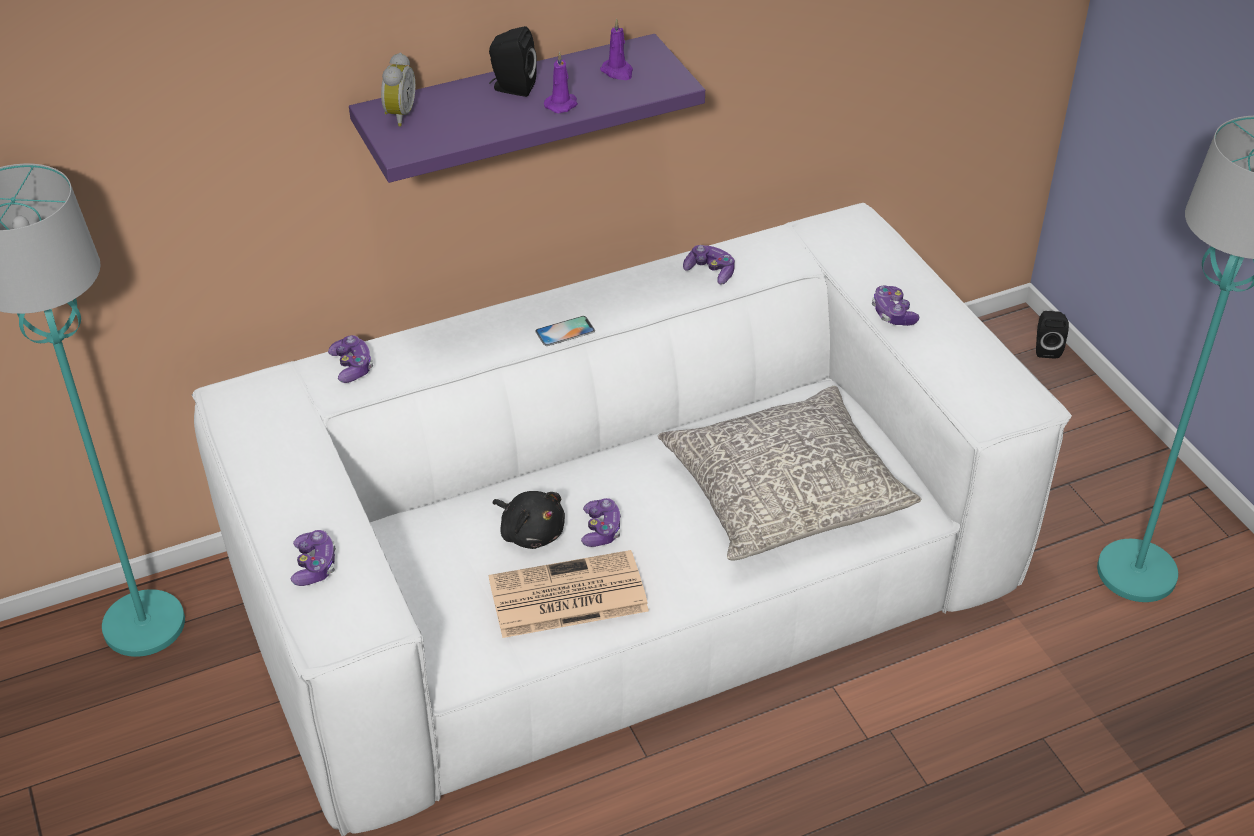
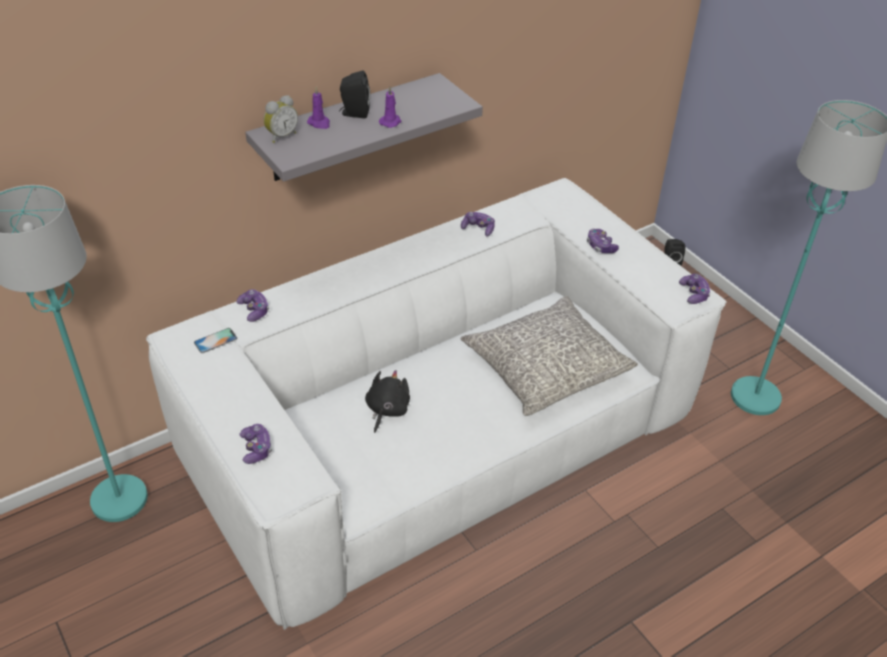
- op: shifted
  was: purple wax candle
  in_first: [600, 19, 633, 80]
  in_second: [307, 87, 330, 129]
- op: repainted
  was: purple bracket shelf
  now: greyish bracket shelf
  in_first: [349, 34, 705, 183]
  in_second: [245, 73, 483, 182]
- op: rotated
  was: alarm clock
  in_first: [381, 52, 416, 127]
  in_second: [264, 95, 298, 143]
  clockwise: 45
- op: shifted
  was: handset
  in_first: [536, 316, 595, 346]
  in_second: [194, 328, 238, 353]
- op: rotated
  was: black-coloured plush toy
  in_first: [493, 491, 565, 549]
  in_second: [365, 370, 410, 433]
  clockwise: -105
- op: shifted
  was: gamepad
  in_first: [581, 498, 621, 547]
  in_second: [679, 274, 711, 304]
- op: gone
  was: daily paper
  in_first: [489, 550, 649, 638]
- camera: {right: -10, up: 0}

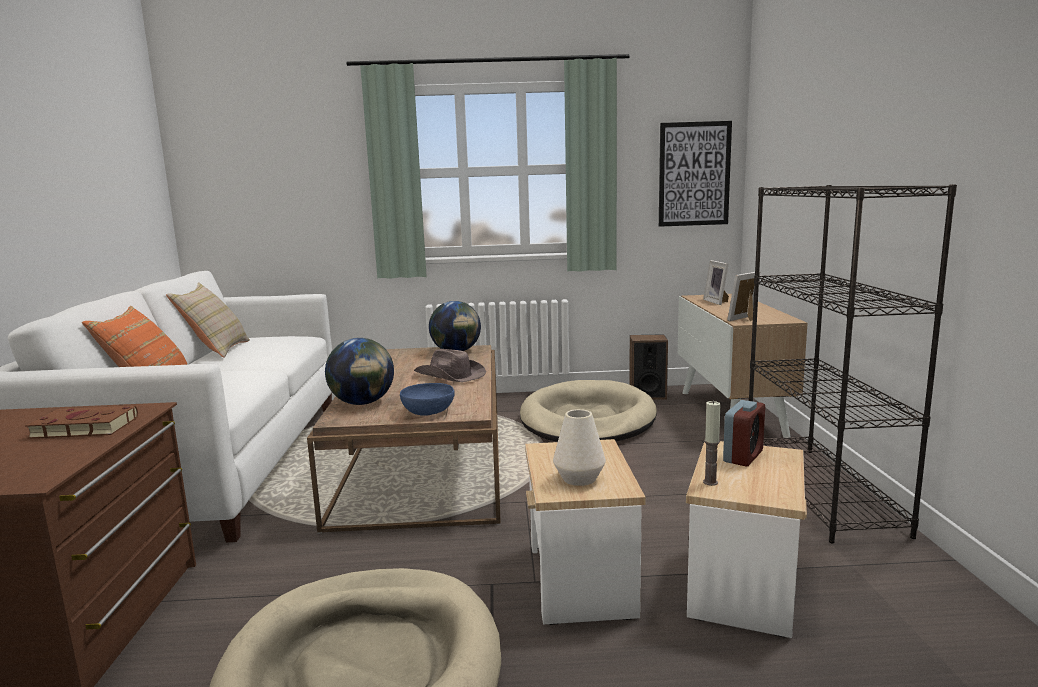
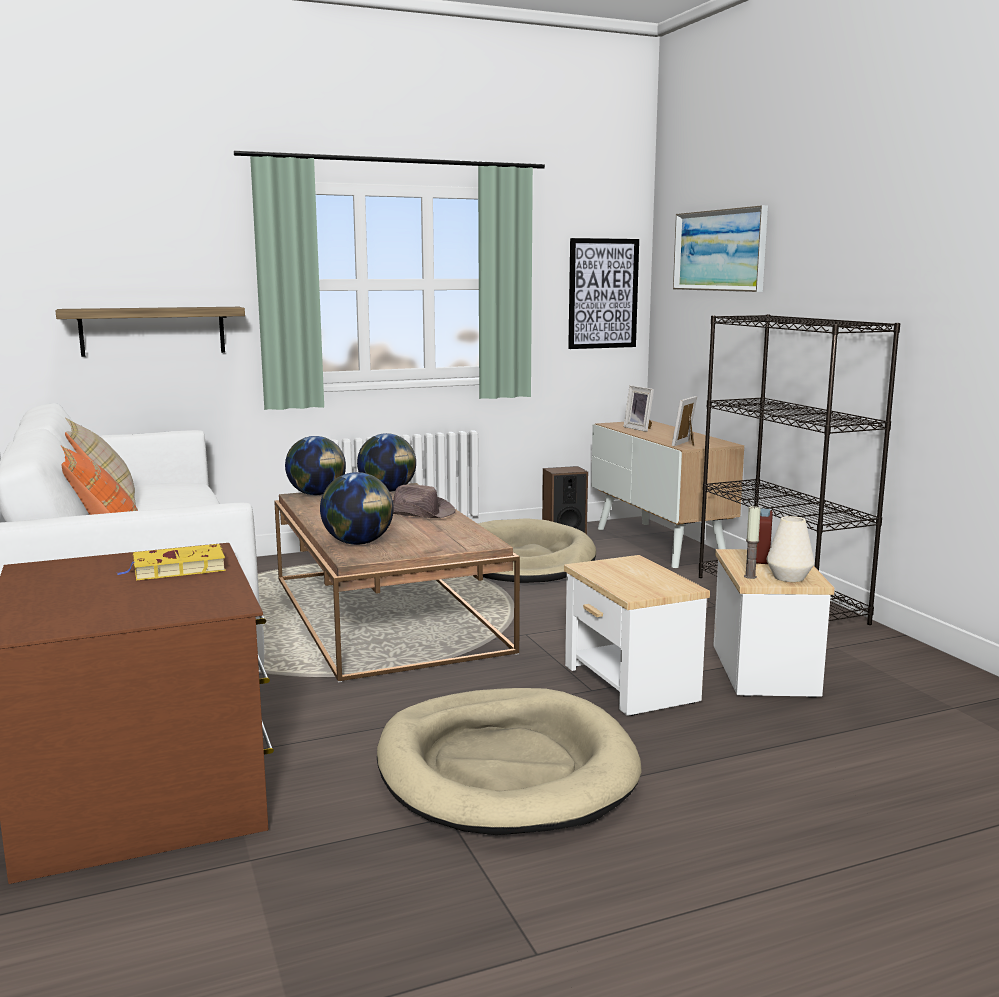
- op: gone
  was: blue-coloured bowl
  in_first: [400, 383, 454, 416]
- op: repainted
  was: brown-coloured book
  now: yellowish book
  in_first: [25, 406, 138, 439]
  in_second: [117, 544, 226, 580]
- op: shifted
  was: white-coloured decorative vase
  in_first: [553, 409, 606, 486]
  in_second: [766, 516, 815, 582]
- op: new
  now: wall picture
  in_second: [673, 205, 768, 292]
- op: new
  now: bracket shelf
  in_second: [56, 307, 245, 357]
- op: new
  now: globe
  in_second: [285, 436, 346, 495]
- camera: {right: -20, up: 0}

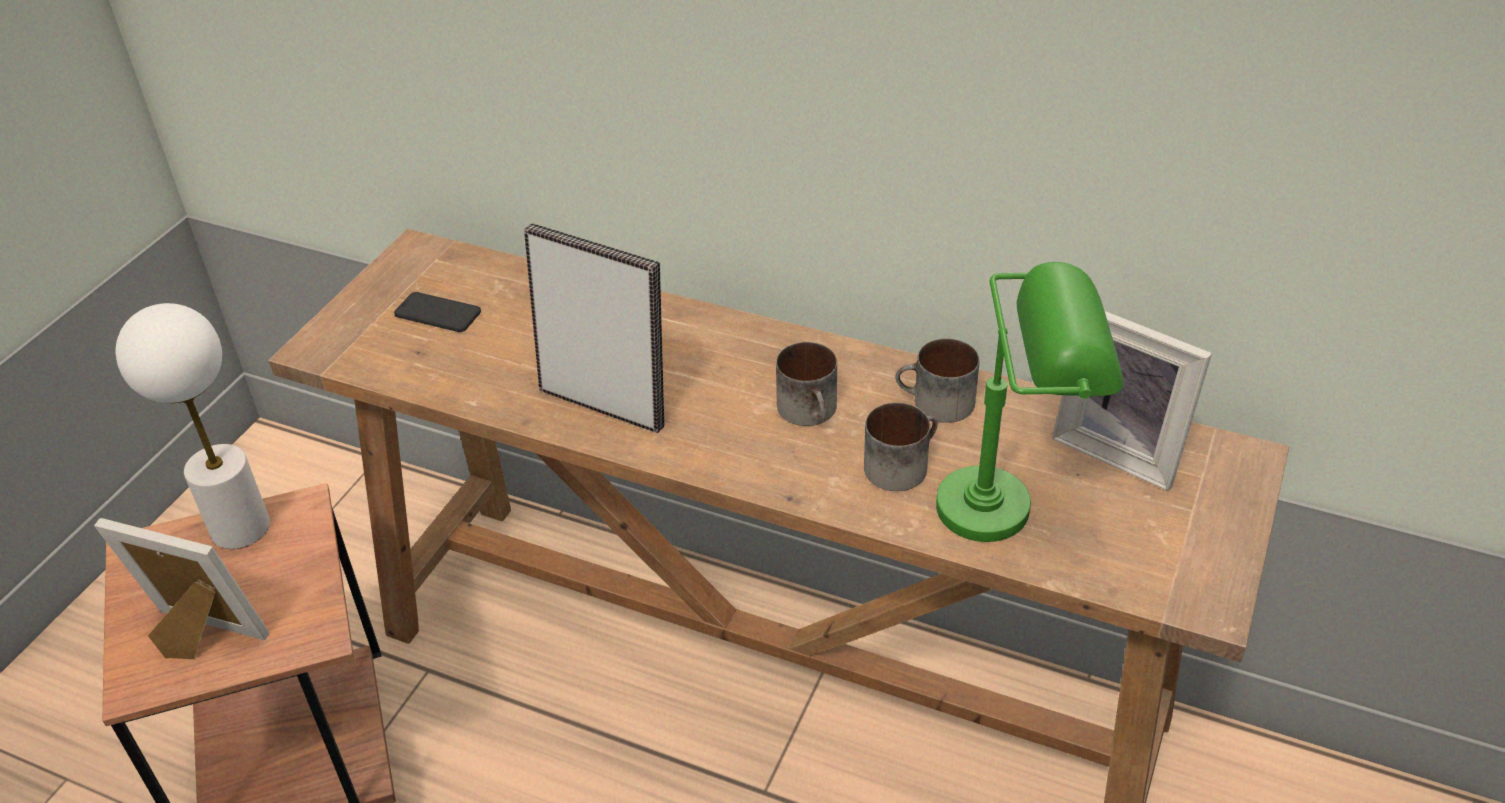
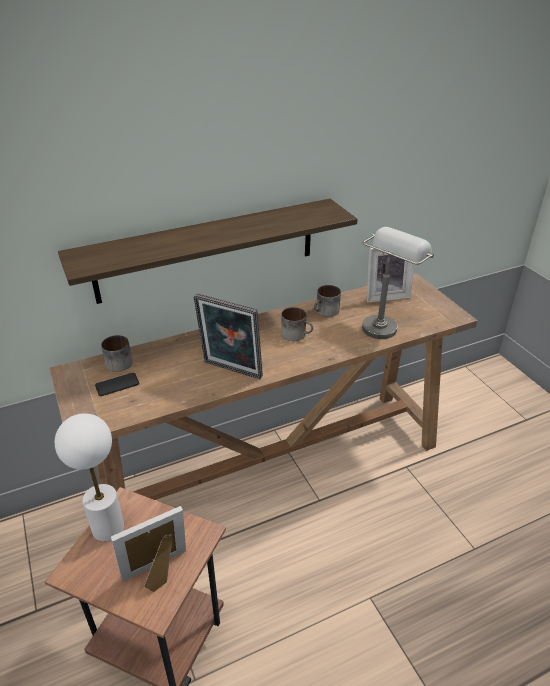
- op: rotated
  was: picture frame
  in_first: [524, 223, 664, 433]
  in_second: [194, 293, 263, 379]
  clockwise: -135
- op: repainted
  was: greenish lamp for a table
  now: greyish lamp for a table
  in_first: [936, 262, 1123, 542]
  in_second: [362, 227, 434, 339]
- op: shifted
  was: coffee mug
  in_first: [864, 402, 938, 491]
  in_second: [101, 335, 132, 372]
- op: new
  now: bracket shelf
  in_second: [58, 199, 358, 304]
- camera: {right: -50, up: -5}

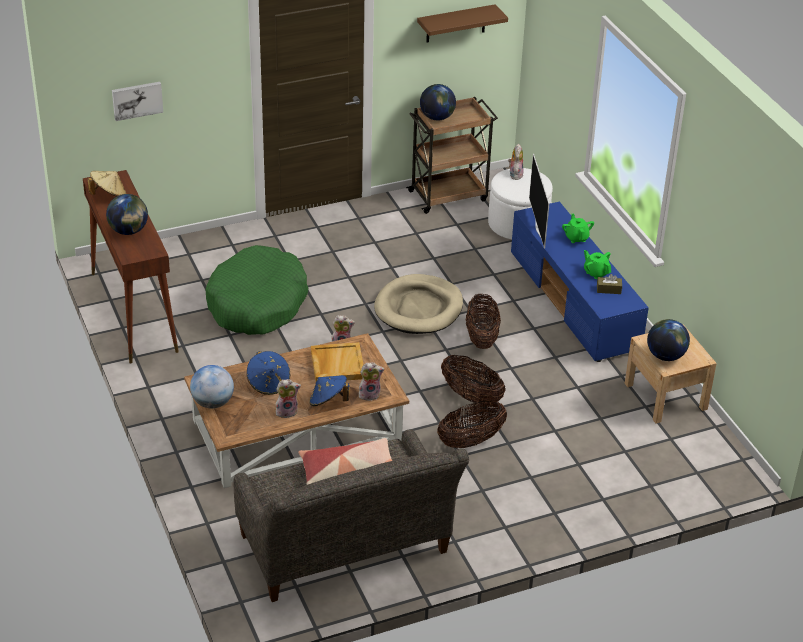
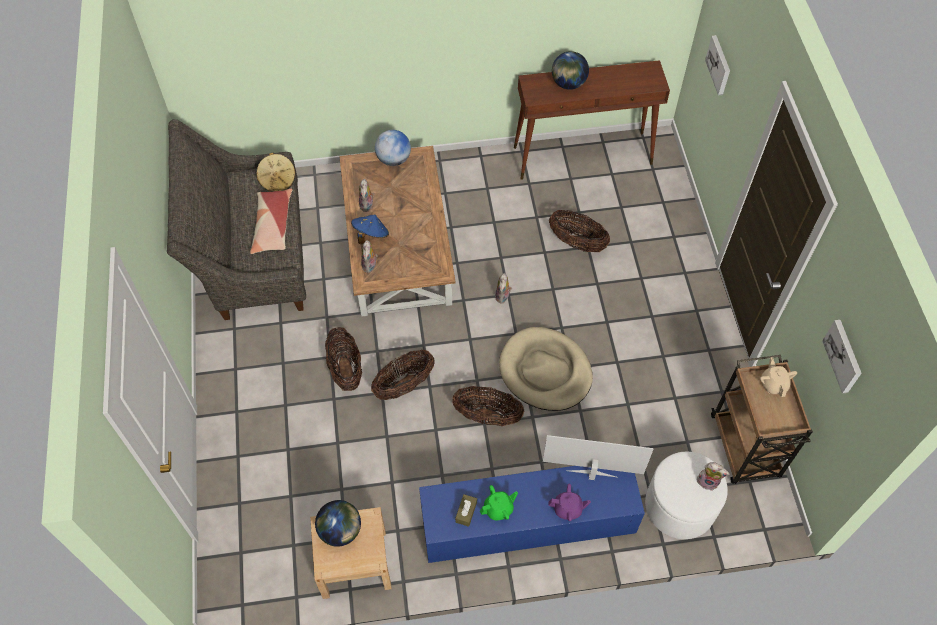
- op: swapped
  was: brown-coloured bracket shelf
  now: wall picture
  in_first: [417, 4, 508, 43]
  in_second: [822, 320, 862, 394]
- op: swapped
  was: globe
  now: sand-coloured tea pot
  in_first: [420, 84, 456, 120]
  in_second: [760, 357, 797, 397]
- op: shifted
  was: sand-coloured wearable hat
  in_first: [88, 171, 126, 197]
  in_second: [256, 153, 296, 192]
- op: repainted
  was: greenish tea pot
  now: purple tea pot
  in_first: [562, 214, 594, 243]
  in_second: [548, 484, 591, 521]
- op: swapped
  was: greenish dog cushion
  now: household basket
  in_first: [205, 245, 308, 335]
  in_second: [549, 210, 610, 252]
- op: gone
  was: sand-coloured carrying tray
  in_first: [311, 342, 364, 382]
- op: gone
  was: blue-coloured wearable hat
  in_first: [247, 351, 290, 395]
- camera: {right: 105, up: 20}

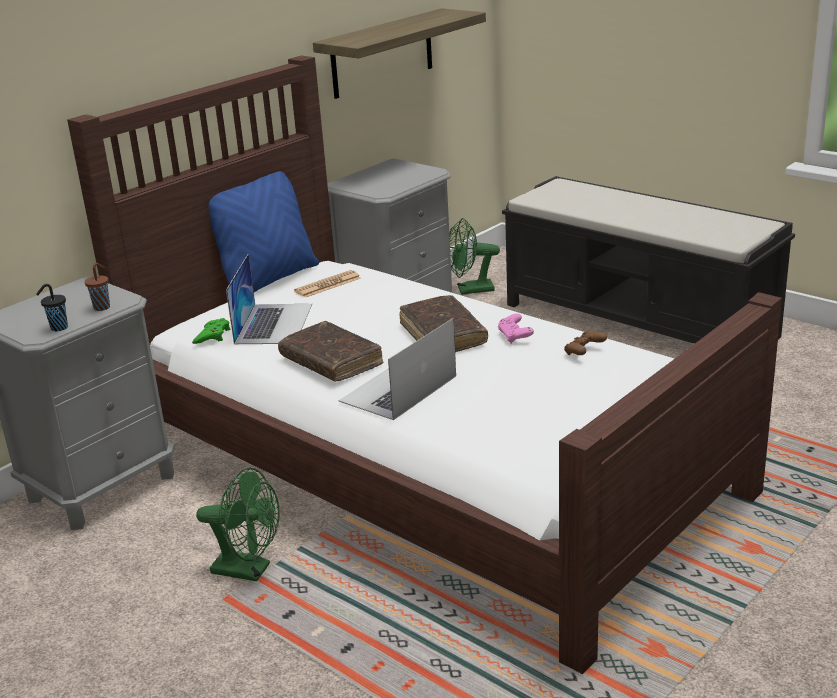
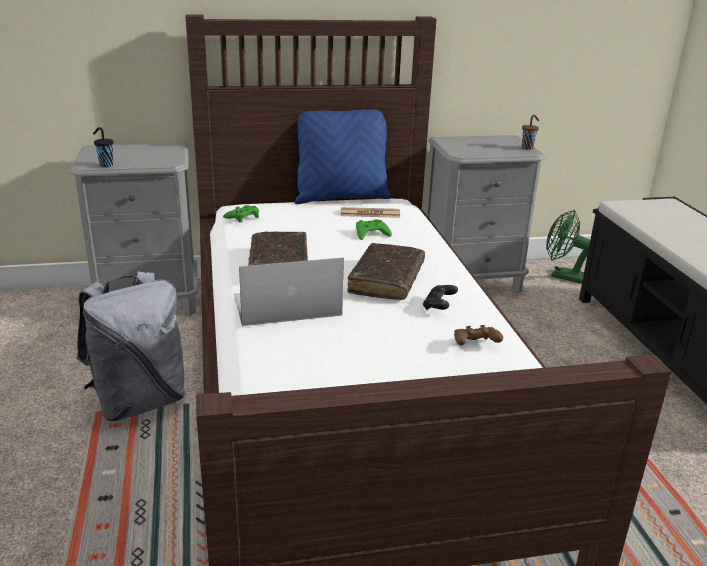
- op: gone
  was: bracket shelf
  in_first: [313, 8, 486, 99]
- op: gone
  was: portable computer
  in_first: [226, 254, 312, 344]
- op: shifted
  was: brown-coloured small cup
  in_first: [85, 263, 110, 311]
  in_second: [522, 115, 539, 150]
- op: repainted
  was: pink-coloured gamepad
  now: black-coloured gamepad
  in_first: [498, 314, 534, 344]
  in_second: [423, 285, 458, 310]
- op: swapped
  was: greenish fan
  now: greyish backpack
  in_first: [196, 468, 280, 581]
  in_second: [77, 271, 186, 421]
- op: new
  now: greenish gamepad
  in_second: [356, 219, 392, 240]
- camera: {right: 35, up: 0}

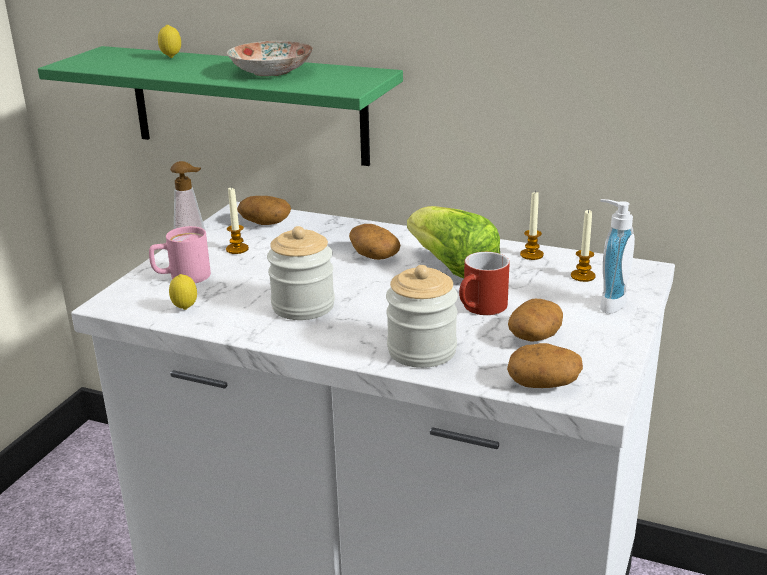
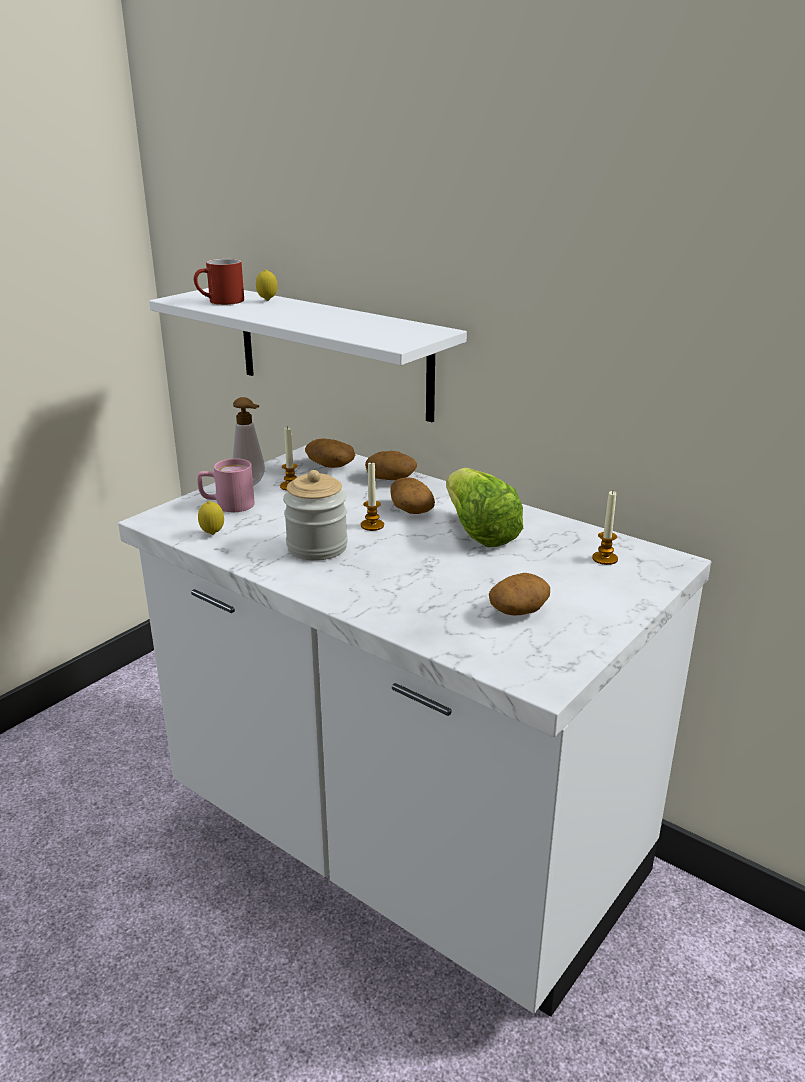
- op: gone
  was: flat dish
  in_first: [227, 41, 313, 76]
- op: repainted
  was: greenish bracket shelf
  now: white-coloured bracket shelf
  in_first: [38, 46, 403, 166]
  in_second: [149, 288, 467, 422]
- op: shifted
  was: wax candle
  in_first: [520, 190, 544, 260]
  in_second: [361, 461, 384, 531]
- op: gone
  was: soap bottle
  in_first: [600, 199, 635, 314]
- op: shifted
  was: reddish coffee mug
  in_first: [459, 252, 510, 315]
  in_second: [194, 259, 244, 305]
- op: gone
  was: preserve jar
  in_first: [386, 265, 458, 368]
- op: shifted
  was: spud
  in_first: [507, 343, 583, 388]
  in_second: [365, 451, 417, 480]
- camera: {right: 15, up: 0}

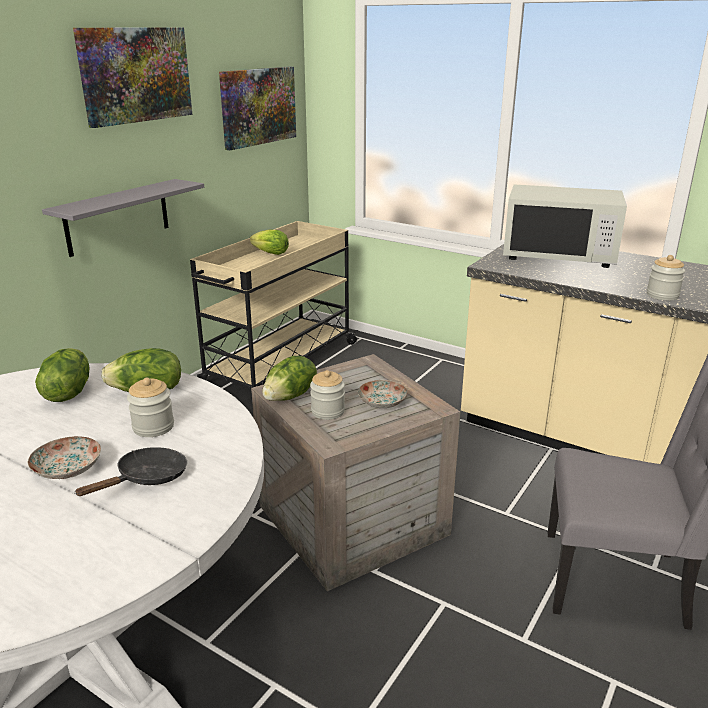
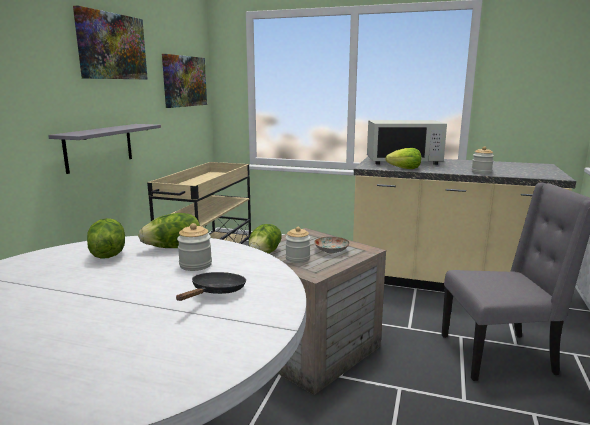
- op: shifted
  was: lettuce head
  in_first: [250, 230, 289, 255]
  in_second: [385, 148, 421, 169]
- op: gone
  was: flat dish
  in_first: [27, 436, 101, 479]
- camera: {right: -15, up: -10}

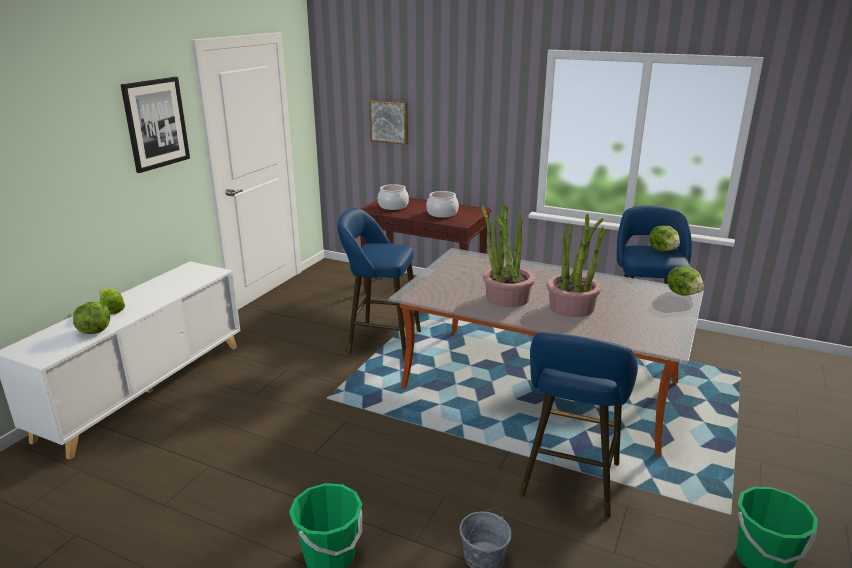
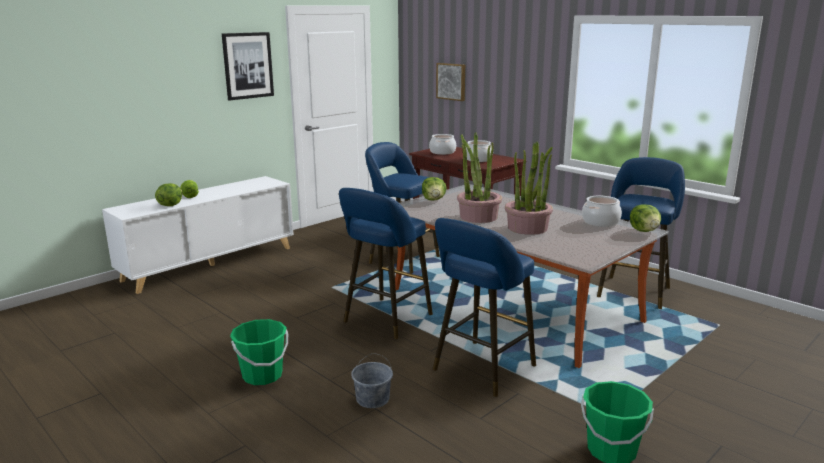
- op: shifted
  was: lettuce head
  in_first: [649, 226, 680, 252]
  in_second: [422, 177, 447, 201]
- op: new
  now: blue-coloured sitting stool
  in_second: [339, 188, 433, 339]
- op: new
  now: stockpot
  in_second: [582, 196, 622, 227]
- camera: {right: 20, up: -5}

